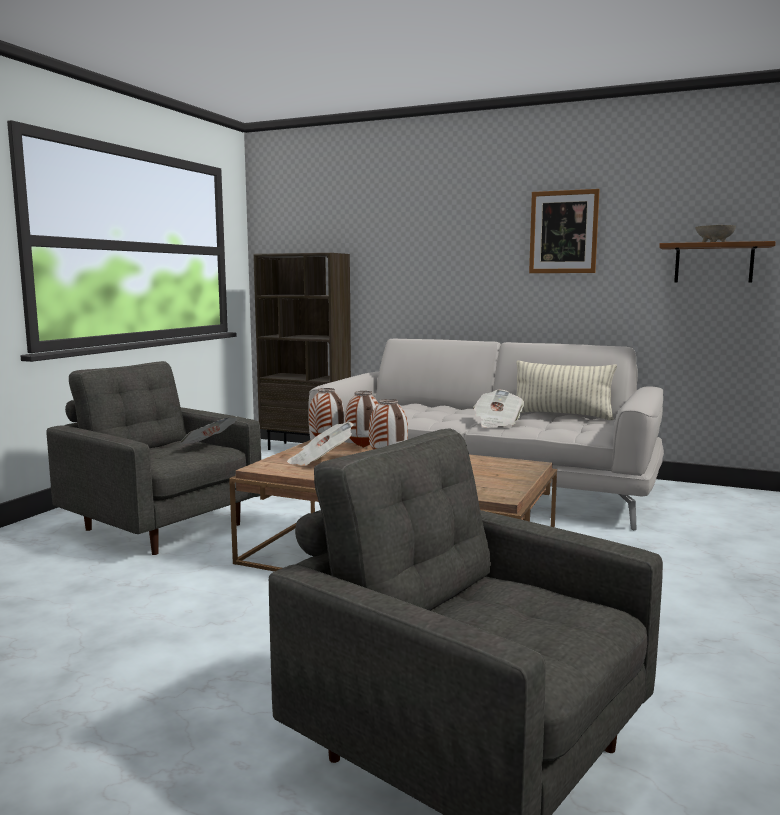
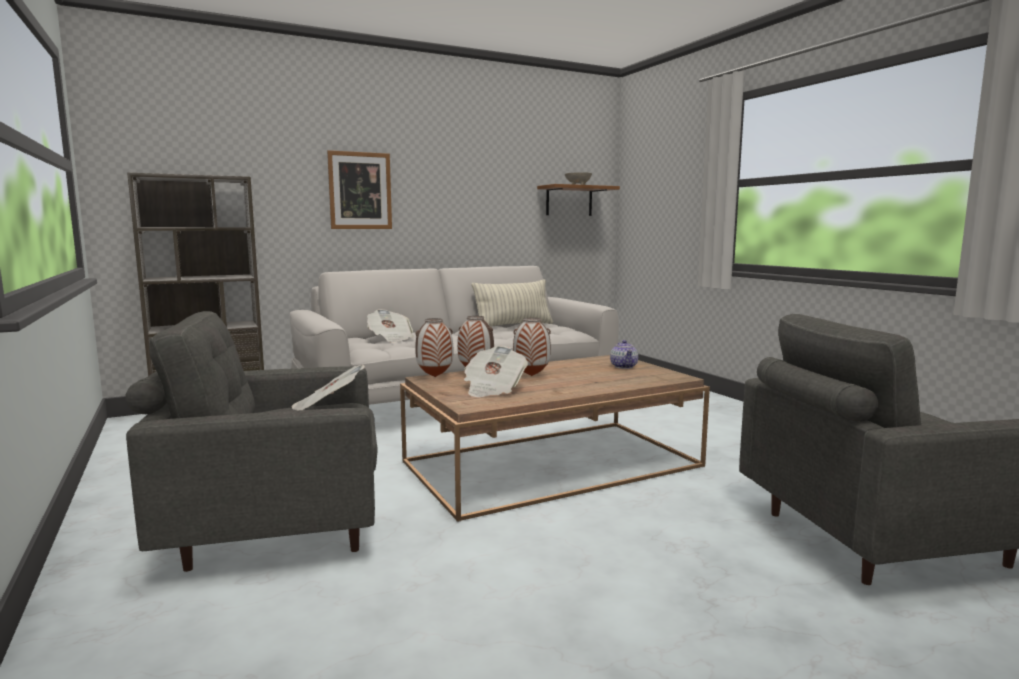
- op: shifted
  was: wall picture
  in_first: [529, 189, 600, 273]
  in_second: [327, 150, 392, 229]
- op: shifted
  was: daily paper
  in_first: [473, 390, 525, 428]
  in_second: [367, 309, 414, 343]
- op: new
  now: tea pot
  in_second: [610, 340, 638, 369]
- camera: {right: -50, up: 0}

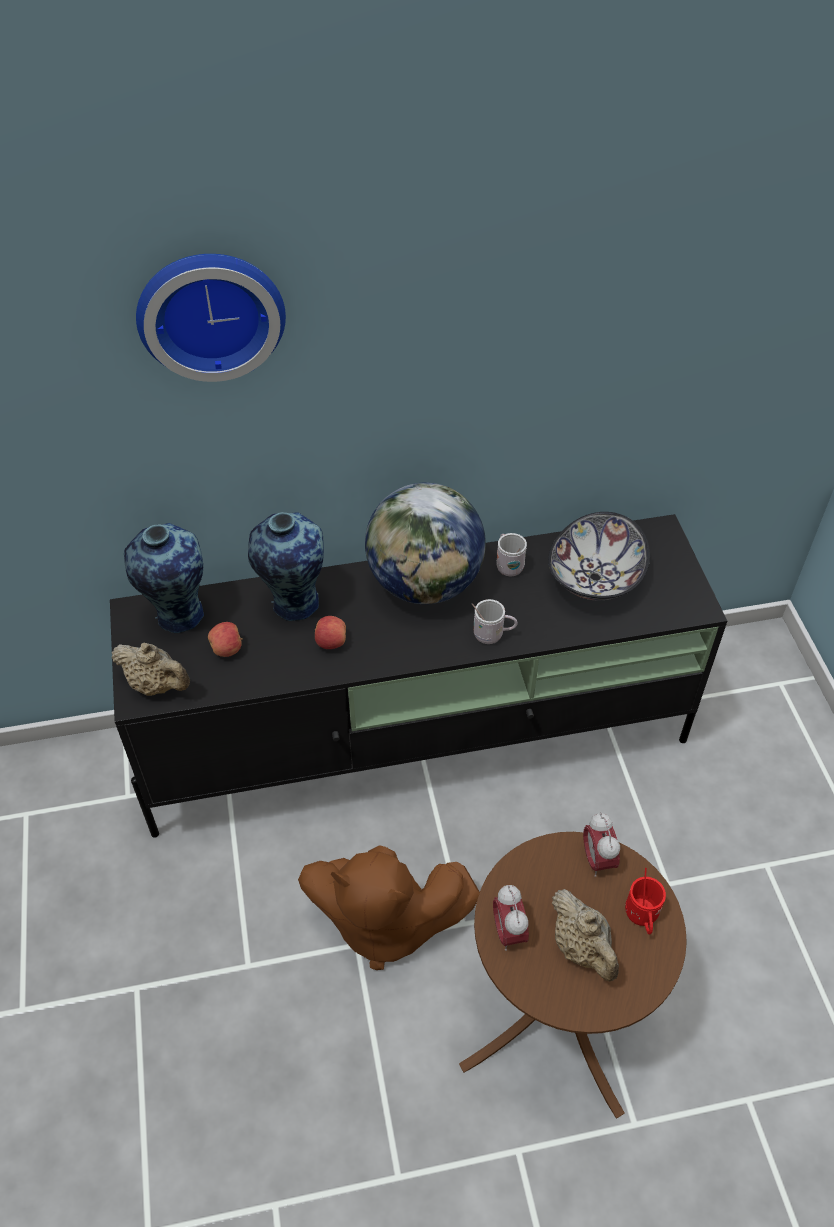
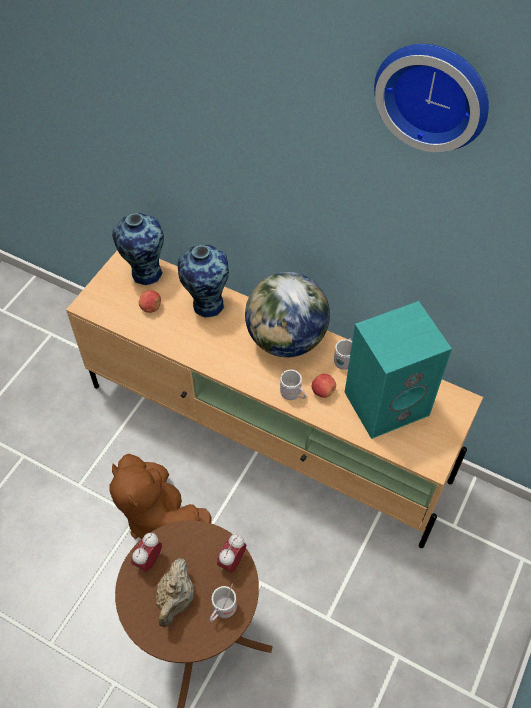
- op: shifted
  was: wall clock
  in_first: [136, 254, 286, 382]
  in_second: [374, 44, 489, 152]
- op: swapped
  was: bowl
  now: turquoise audio speaker
  in_first: [548, 512, 650, 600]
  in_second: [345, 301, 452, 439]
- op: repainted
  was: black-coloured tv unit
  now: sand-coloured tv unit
  in_first: [110, 514, 727, 838]
  in_second: [66, 250, 483, 548]
- op: shifted
  was: whole apple
  in_first: [315, 616, 346, 649]
  in_second: [312, 374, 336, 398]
- op: gone
  was: sand-coloured tea pot
  in_first: [111, 643, 190, 696]
- op: repainted
  was: reddish coffee mug
  now: white-coloured coffee mug
  in_first: [625, 868, 666, 935]
  in_second: [210, 583, 237, 622]
- camera: {right: 40, up: 5}

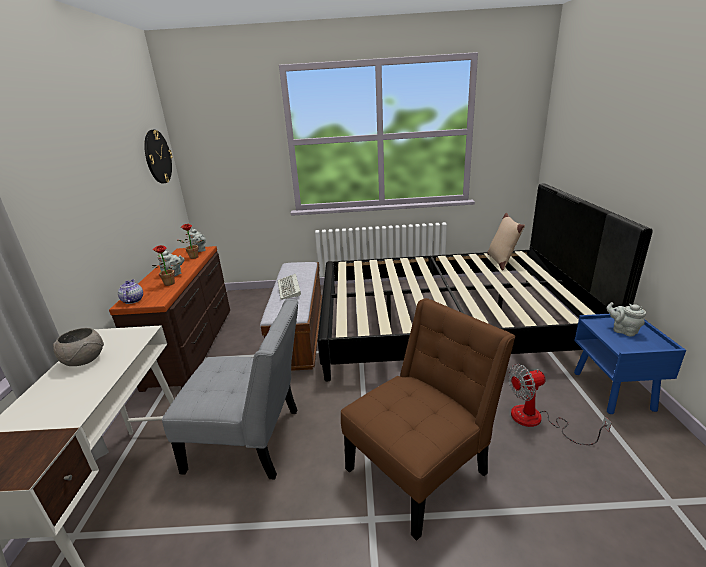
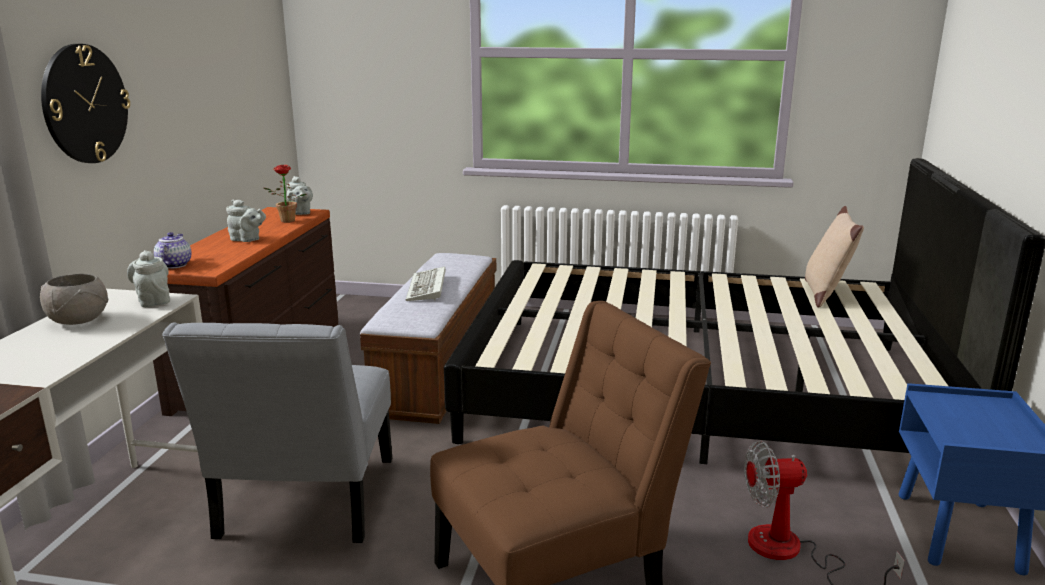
- op: shifted
  was: wall clock
  in_first: [144, 130, 173, 183]
  in_second: [41, 44, 130, 163]
- op: gone
  was: potted plant
  in_first: [152, 245, 181, 286]
- op: rotated
  was: greyish upright chair
  in_first: [162, 299, 298, 479]
  in_second: [162, 322, 392, 543]
  clockwise: 75
- op: shifted
  was: greyish tea pot
  in_first: [606, 302, 646, 337]
  in_second: [127, 250, 170, 307]
- camera: {right: 10, up: -5}

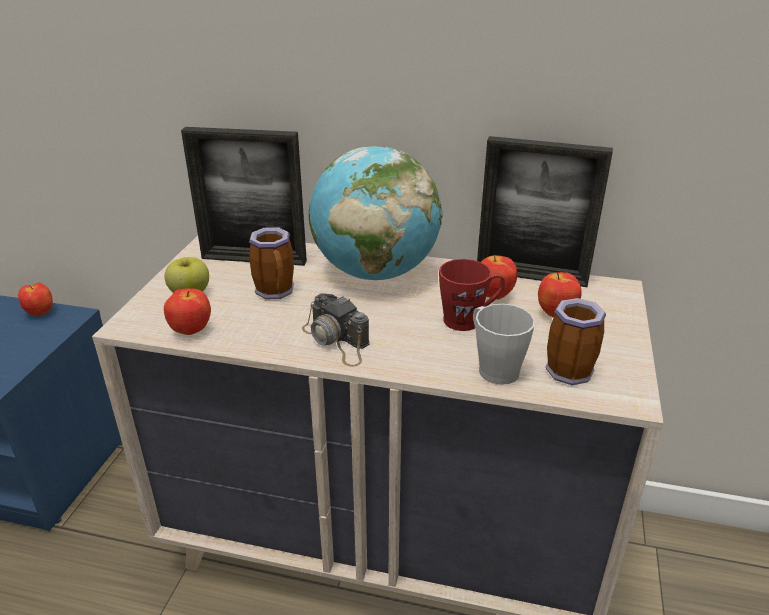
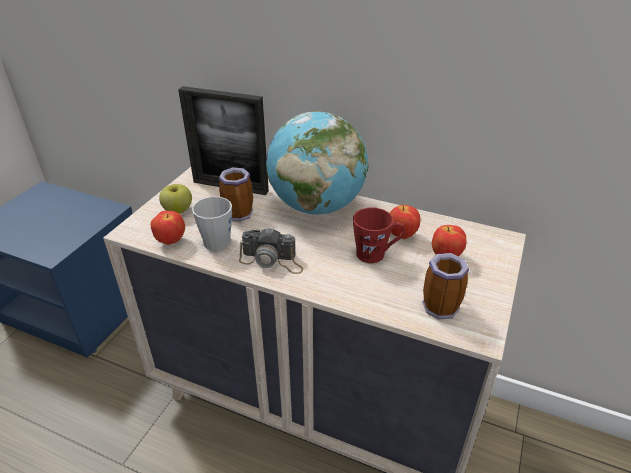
- op: gone
  was: picture frame
  in_first: [477, 136, 613, 287]
- op: gone
  was: whole apple
  in_first: [18, 283, 53, 315]
- op: rotated
  was: photo camera
  in_first: [302, 293, 370, 367]
  in_second: [239, 227, 303, 274]
  clockwise: -45
- op: shifted
  was: greyish coffee mug
  in_first: [473, 304, 535, 385]
  in_second: [192, 197, 232, 251]
- camera: {right: 10, up: 5}

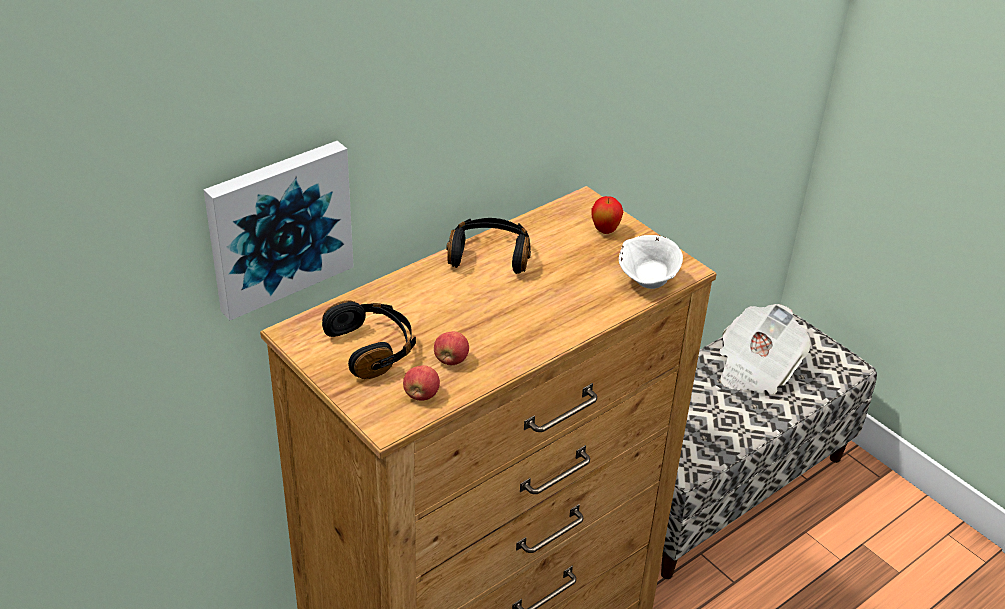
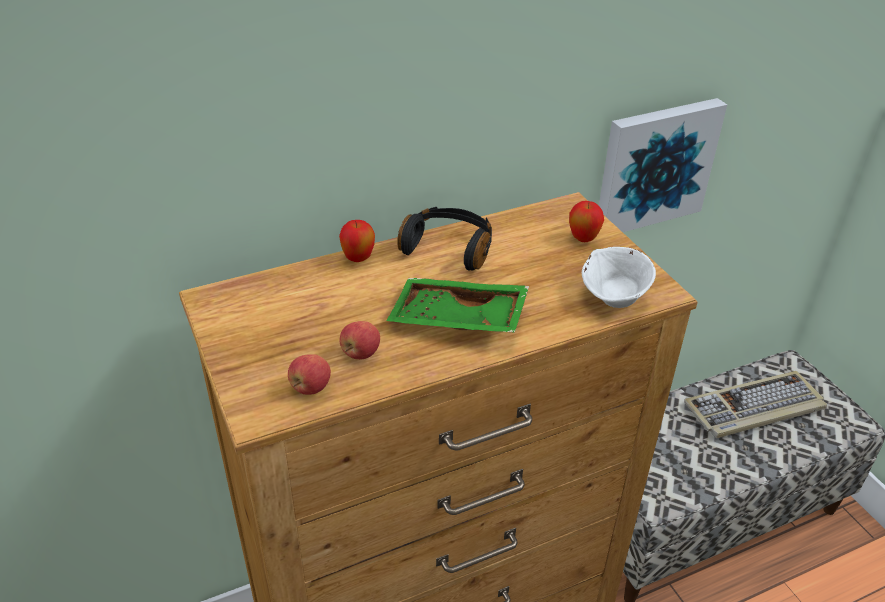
- op: shifted
  was: wall picture
  in_first: [204, 141, 354, 320]
  in_second: [599, 98, 727, 232]
- op: gone
  was: black-coloured pair of headphones
  in_first: [322, 300, 416, 379]
- op: swapped
  was: daily paper
  now: keyboard
  in_first: [719, 304, 810, 394]
  in_second: [684, 371, 827, 438]
- op: new
  now: whole apple
  in_second: [339, 220, 375, 262]
- op: new
  now: greenish carrying tray
  in_second: [386, 278, 529, 333]
- camera: {right: 15, up: 0}

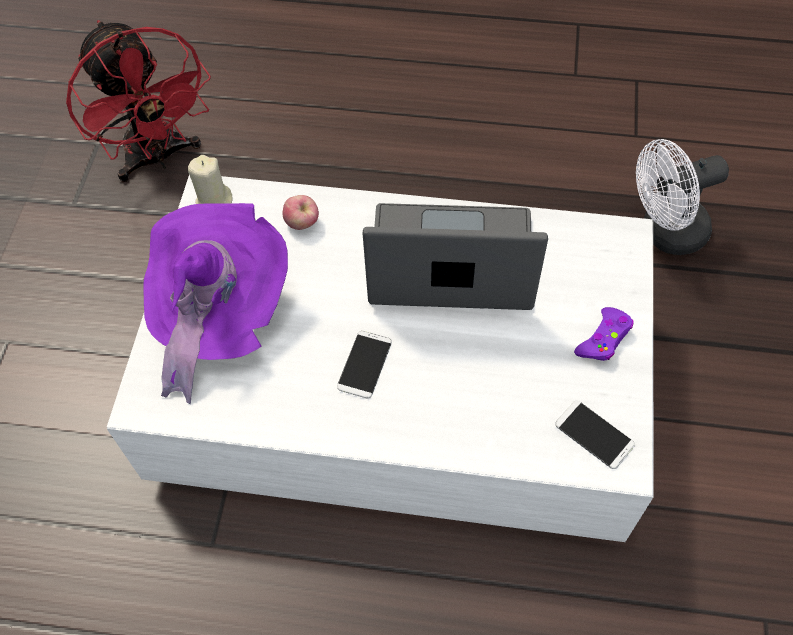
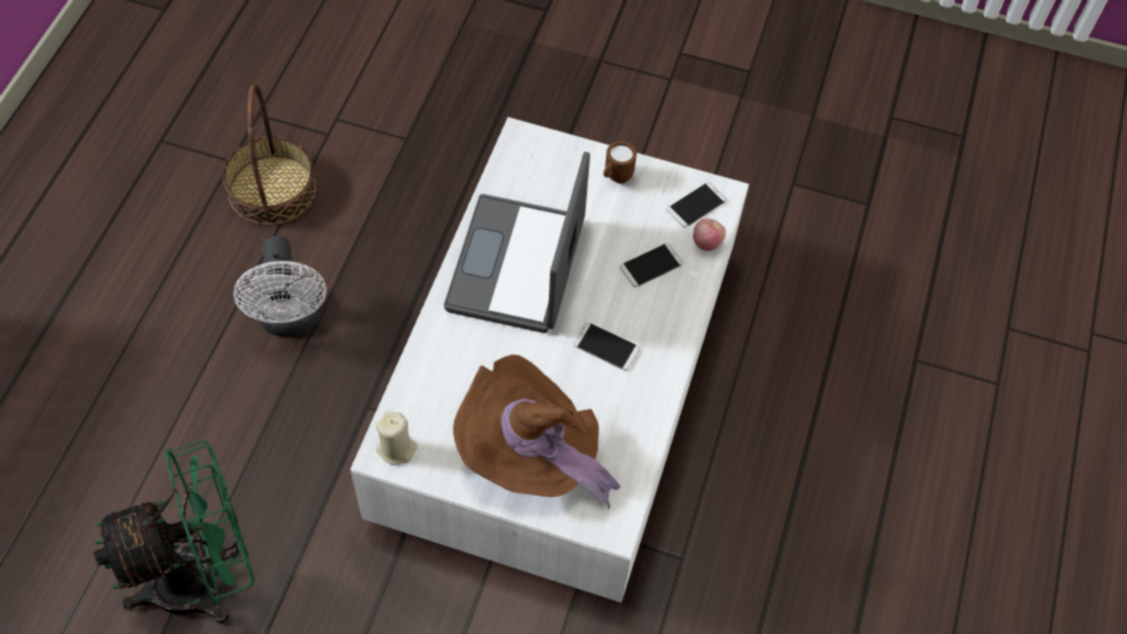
- op: repainted
  was: reddish fan
  now: greenish fan
  in_first: [66, 20, 211, 182]
  in_second: [94, 440, 255, 624]
- op: shifted
  was: white-coloured fan
  in_first: [636, 139, 729, 255]
  in_second: [233, 236, 326, 337]
- op: shifted
  was: whole apple
  in_first: [282, 195, 319, 230]
  in_second: [693, 219, 726, 251]
- op: repainted
  was: purple wearable hat
  now: brown-coloured wearable hat
  in_first: [143, 203, 288, 404]
  in_second: [453, 355, 621, 510]
- op: swapped
  was: purple gamepad
  now: brown-coloured coffee mug
  in_first: [574, 307, 633, 361]
  in_second: [603, 141, 637, 184]
- op: new
  now: household basket
  in_second: [223, 83, 317, 226]
- op: new
  now: handset
  in_second: [620, 243, 683, 287]
- camera: {right: -85, up: 0}

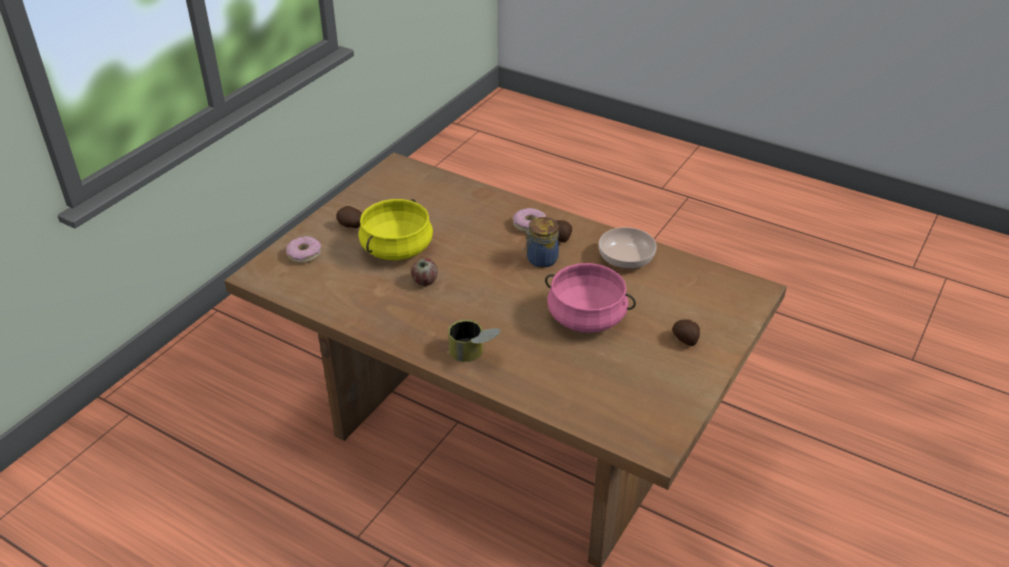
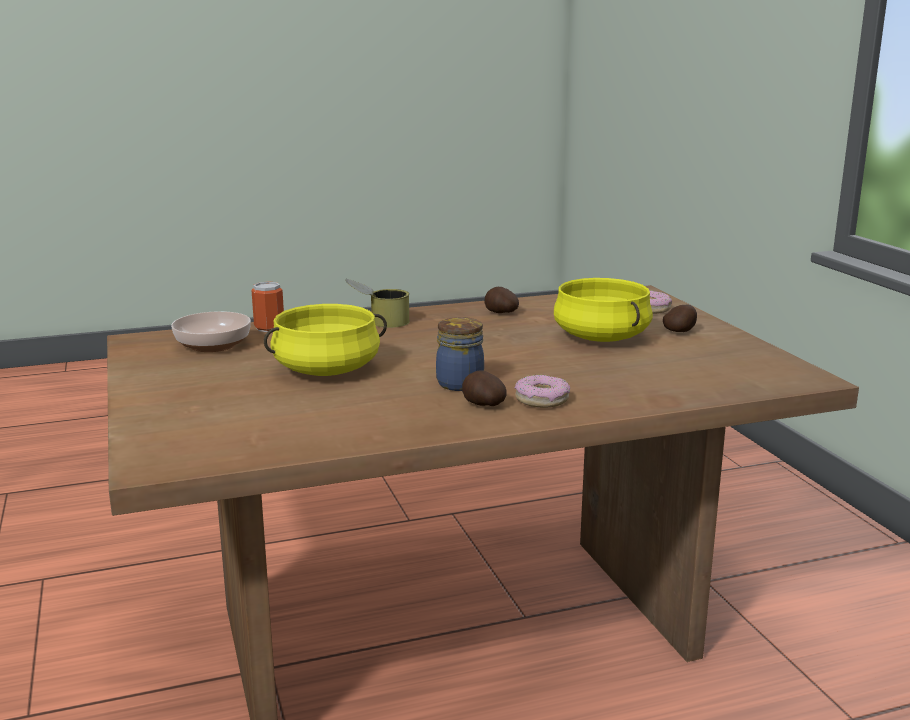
- op: shifted
  was: bowl
  in_first: [599, 227, 657, 269]
  in_second: [171, 311, 251, 352]
- op: gone
  was: whole apple
  in_first: [411, 258, 438, 286]
- op: repainted
  was: pink-coloured stockpot
  now: yellowish stockpot
  in_first: [545, 263, 636, 333]
  in_second: [264, 304, 387, 376]
- op: shifted
  was: spud
  in_first: [672, 319, 700, 346]
  in_second: [485, 287, 519, 313]
- op: new
  now: sealed can
  in_second: [252, 281, 284, 332]
- camera: {right: 130, up: -20}

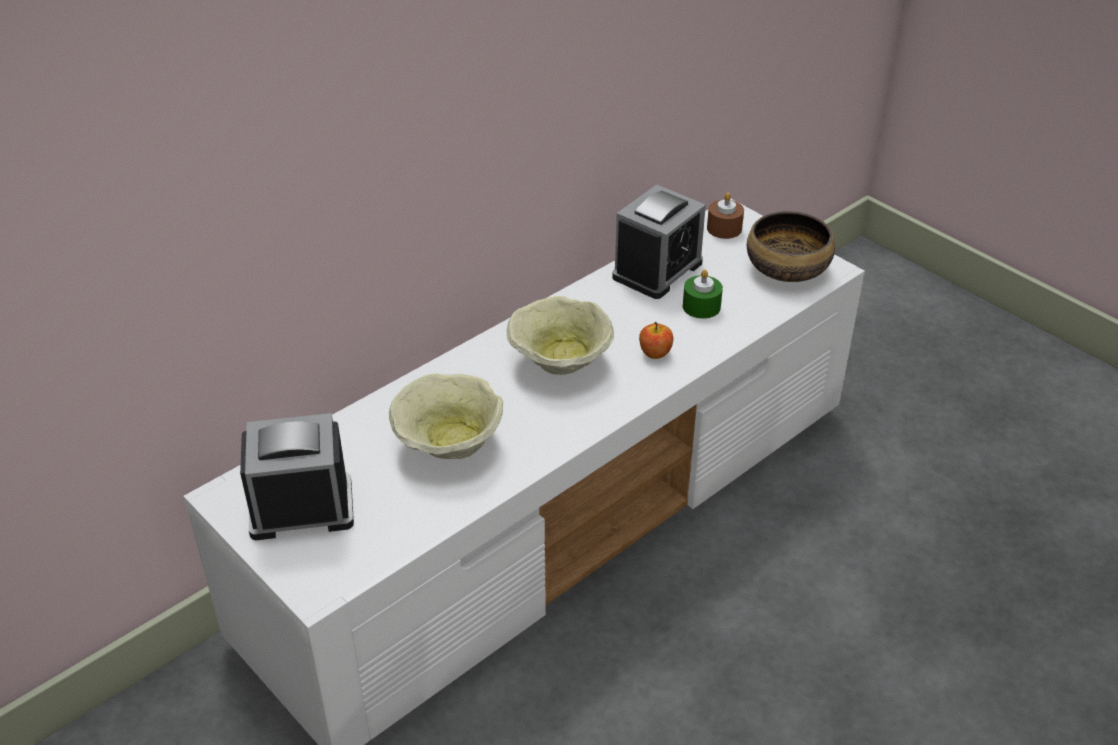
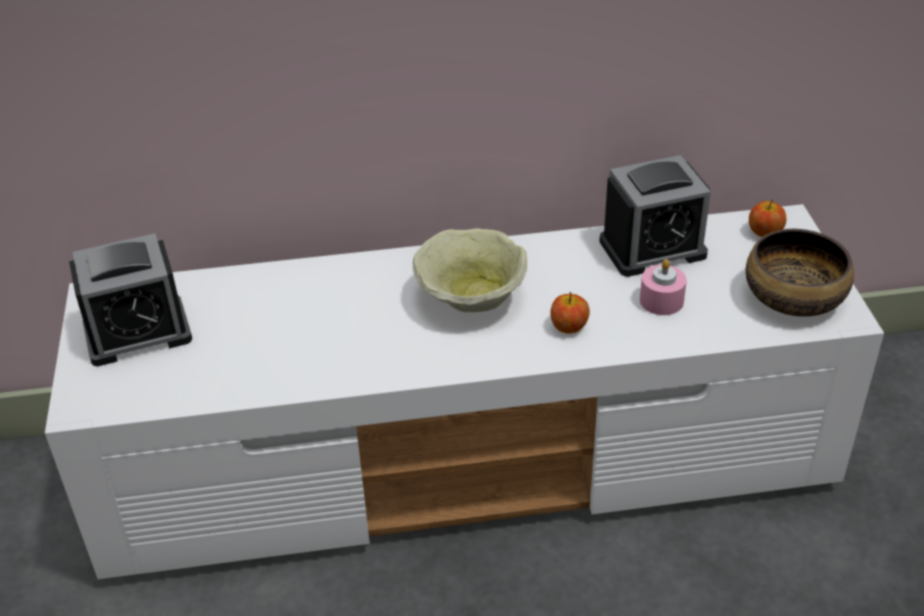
- op: swapped
  was: brown-coloured wax candle
  now: whole apple
  in_first: [707, 193, 744, 239]
  in_second: [749, 199, 787, 237]
- op: repainted
  was: greenish wax candle
  now: pink-coloured wax candle
  in_first: [683, 269, 723, 319]
  in_second: [640, 259, 687, 315]
- op: gone
  was: sand-coloured bowl
  in_first: [389, 373, 503, 459]
- op: rotated
  was: alarm clock
  in_first: [240, 413, 354, 540]
  in_second: [69, 233, 192, 366]
  clockwise: 135
- camera: {right: 35, up: 0}

